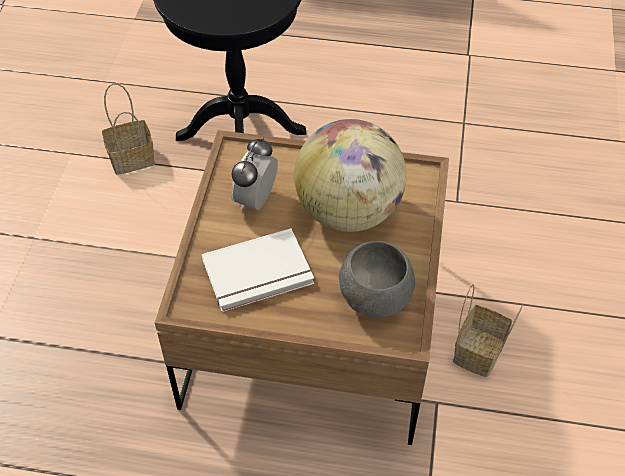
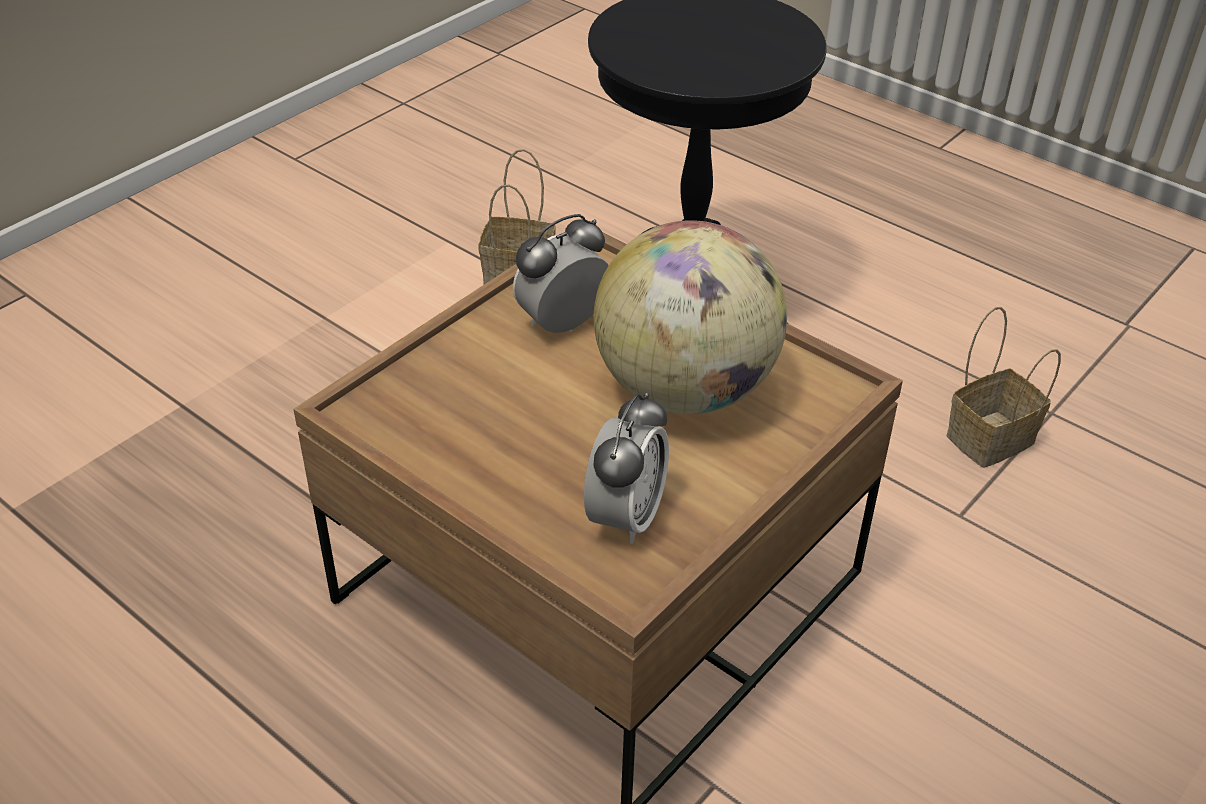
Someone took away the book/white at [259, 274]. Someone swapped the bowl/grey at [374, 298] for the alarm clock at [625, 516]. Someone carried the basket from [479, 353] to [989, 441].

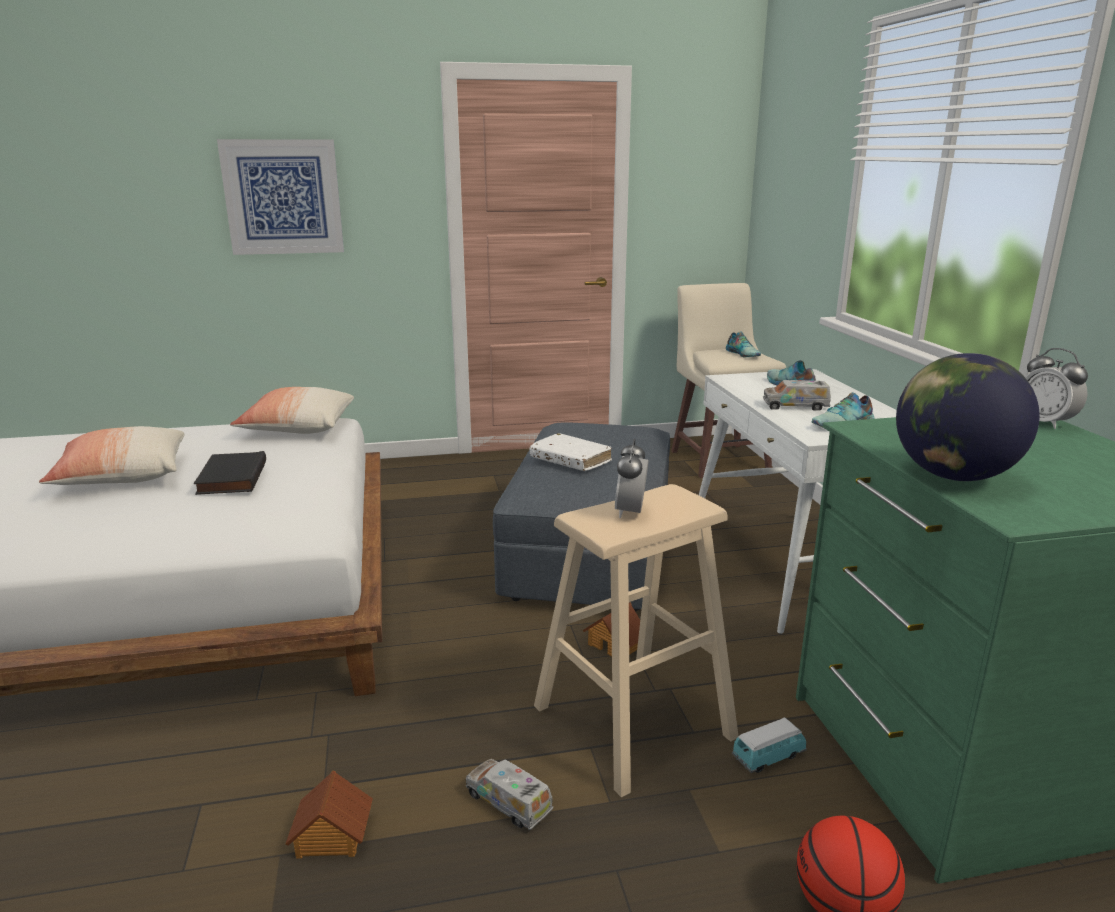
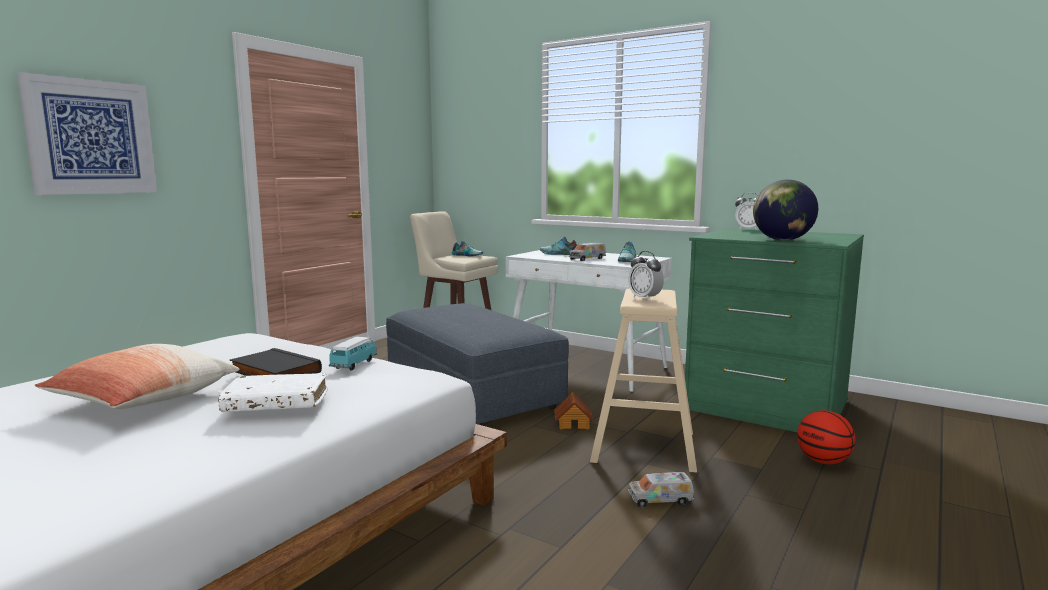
Someone took away the pillow at [298, 428]. Someone carried the book/white from [570, 460] to [276, 403]. Someone carried the toy car from [768, 757] to [354, 364]. Someone took away the toy house at [331, 836].

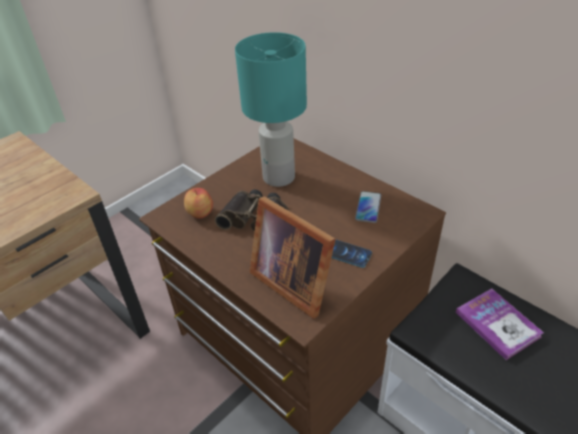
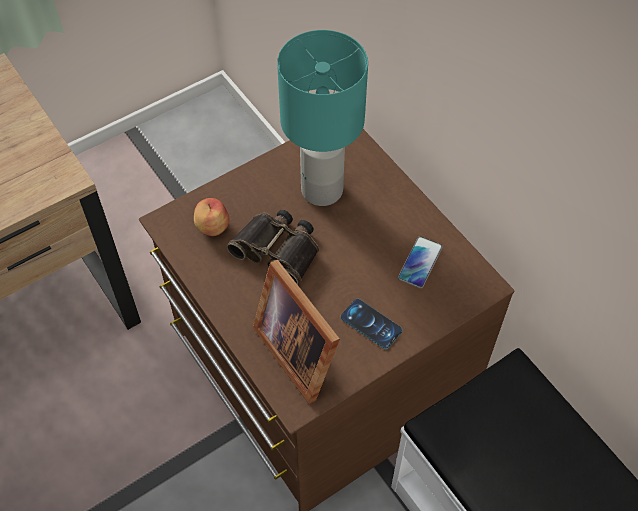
Someone took away the book at [497, 324].

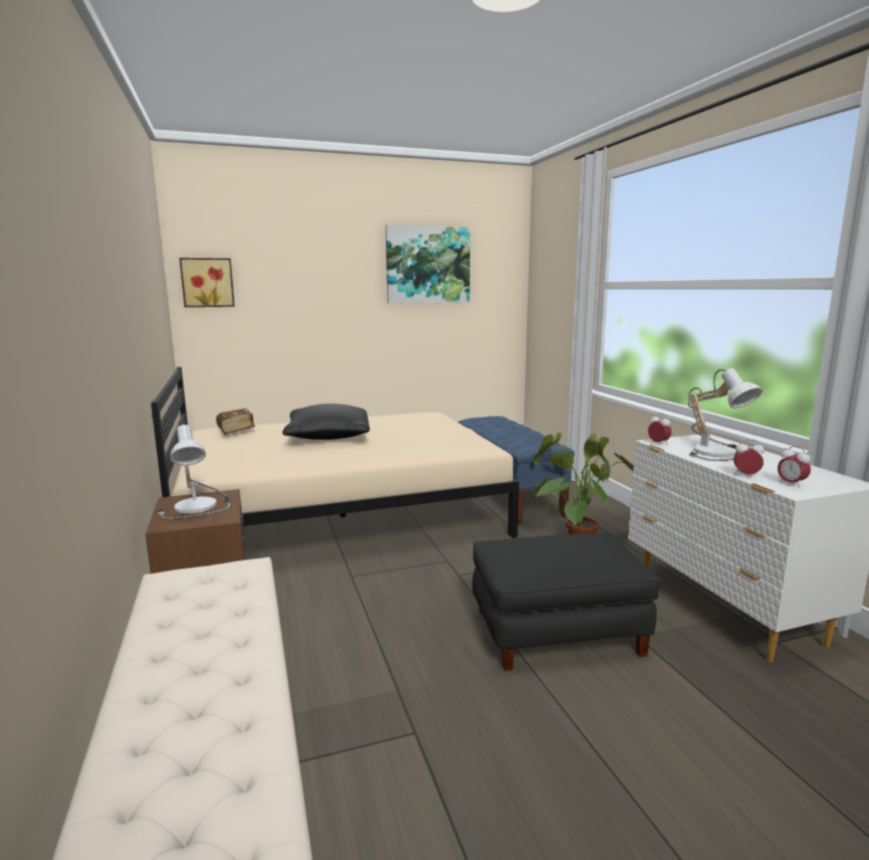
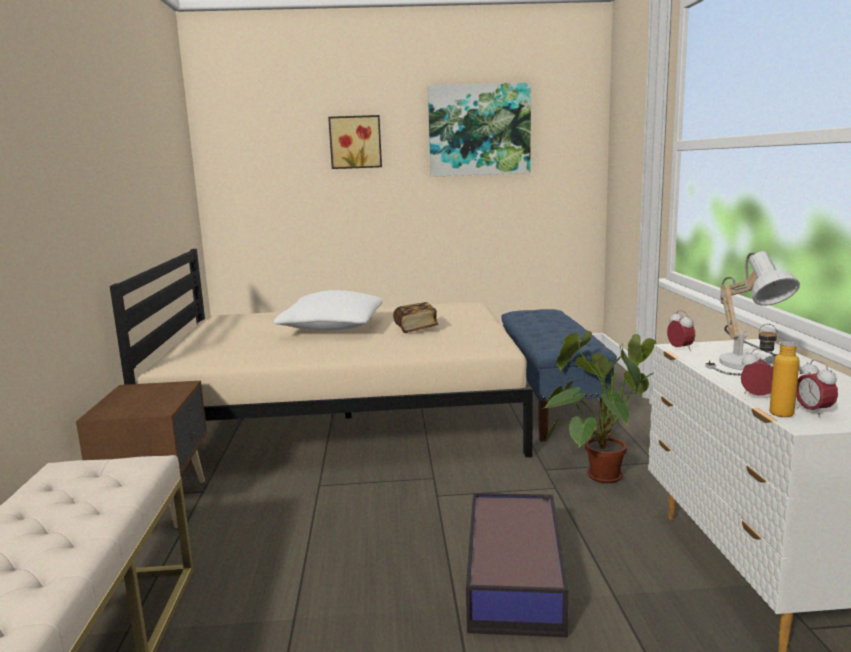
Someone carried the picture from [207, 282] to [355, 142]. Someone repainted the pillow/black at [328, 436], which became the pillow/white at [332, 327]. Someone carried the book from [236, 430] to [416, 328]. Someone took away the table lamp at [200, 506]. Someone swapped the ottoman/black at [557, 631] for the storage box at [515, 575]. Someone put down the bottle at [772, 411].

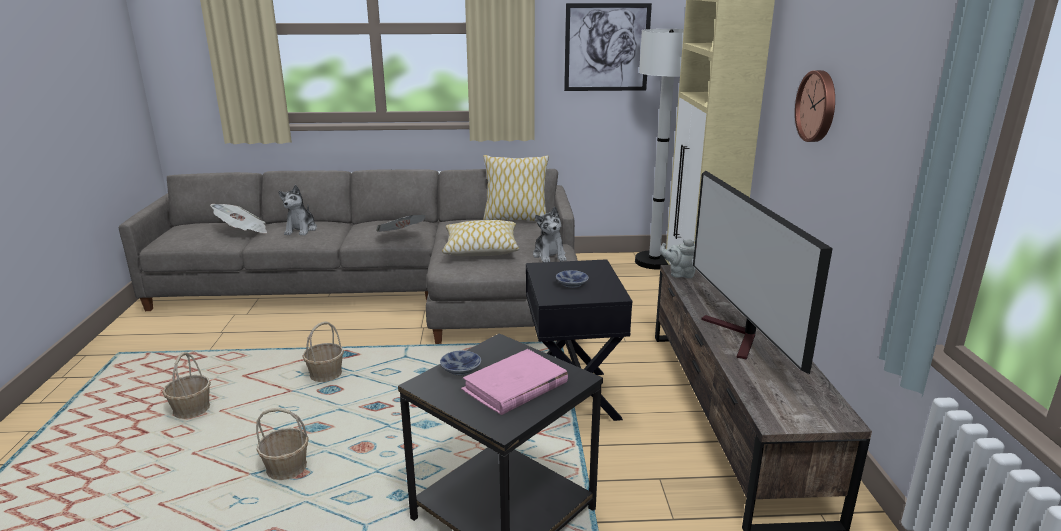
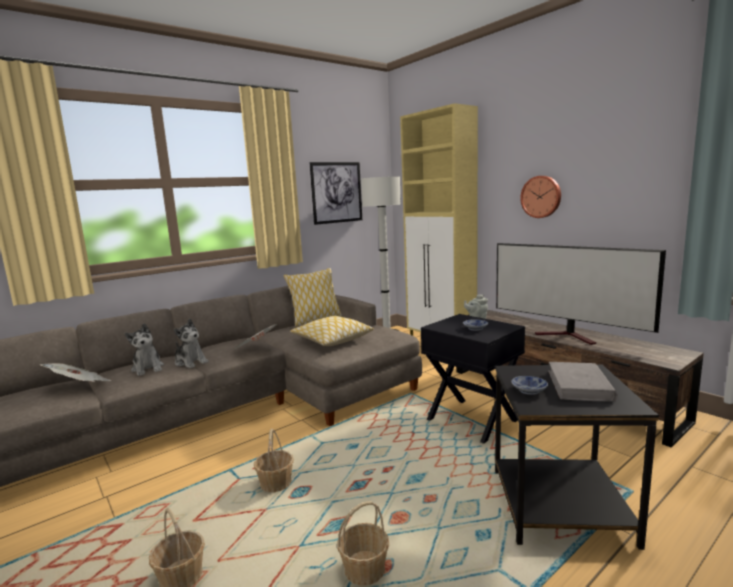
Someone carried the plush toy from [549, 255] to [191, 362]. Someone repainted the book/pink at [515, 386], which became the book/grey at [579, 385].

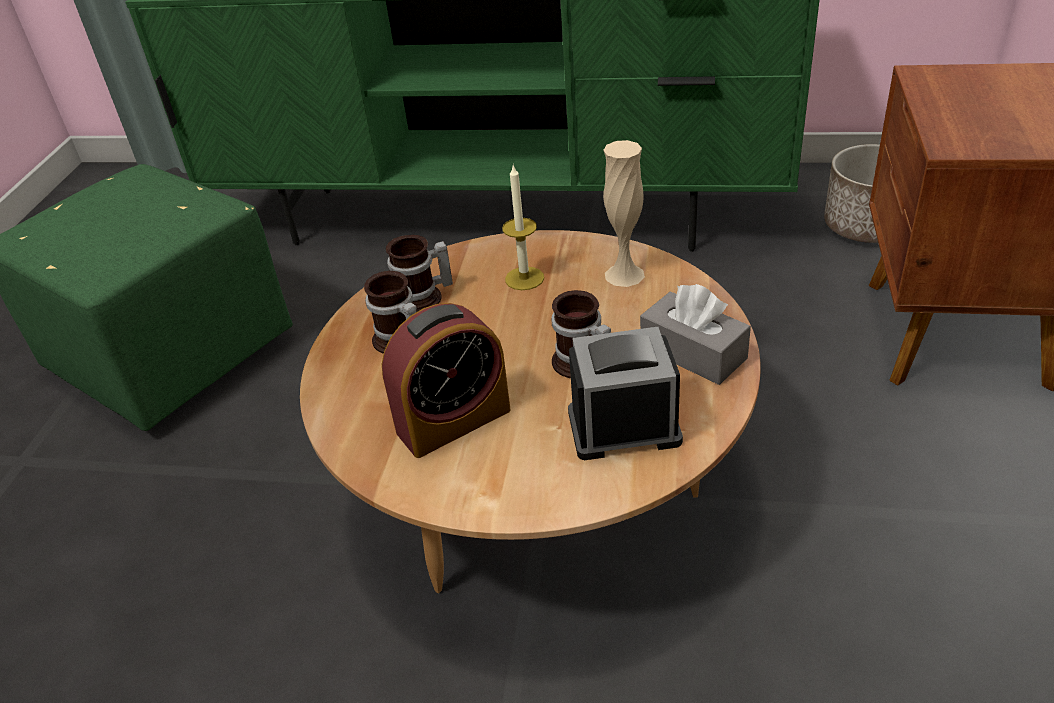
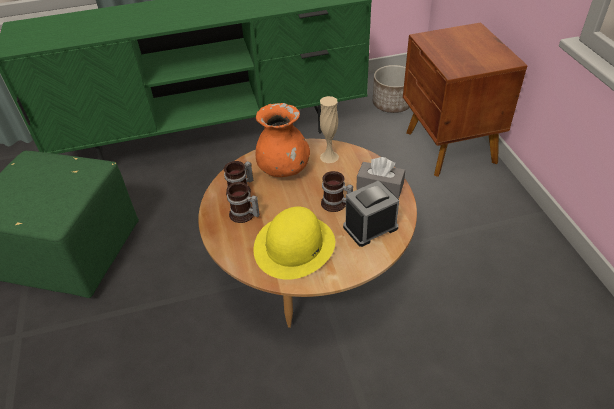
Someone swapped the candle at [524, 278] for the vase/orange at [284, 169]. Someone swapped the alarm clock at [453, 421] for the hat/yellow at [294, 245].

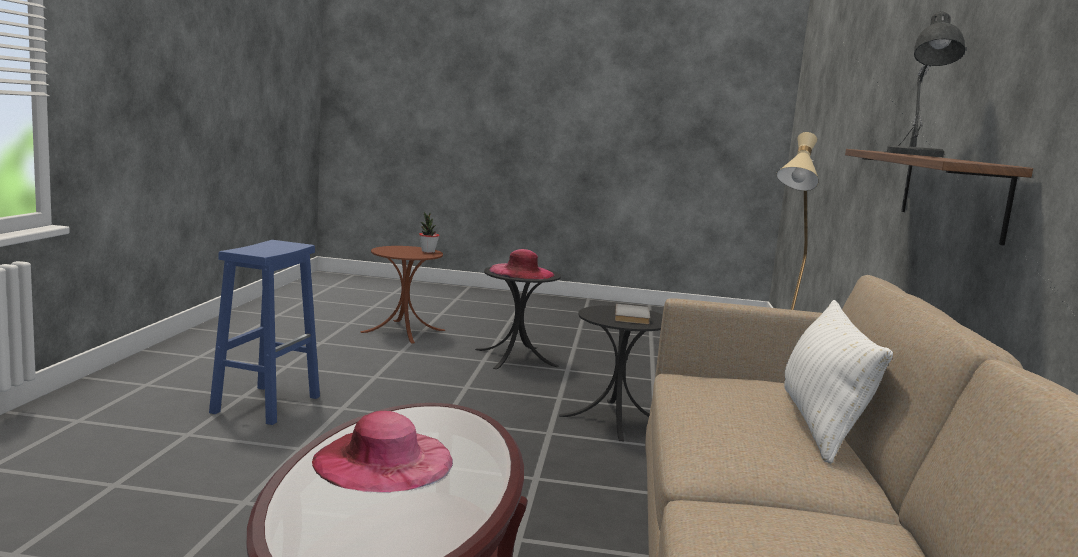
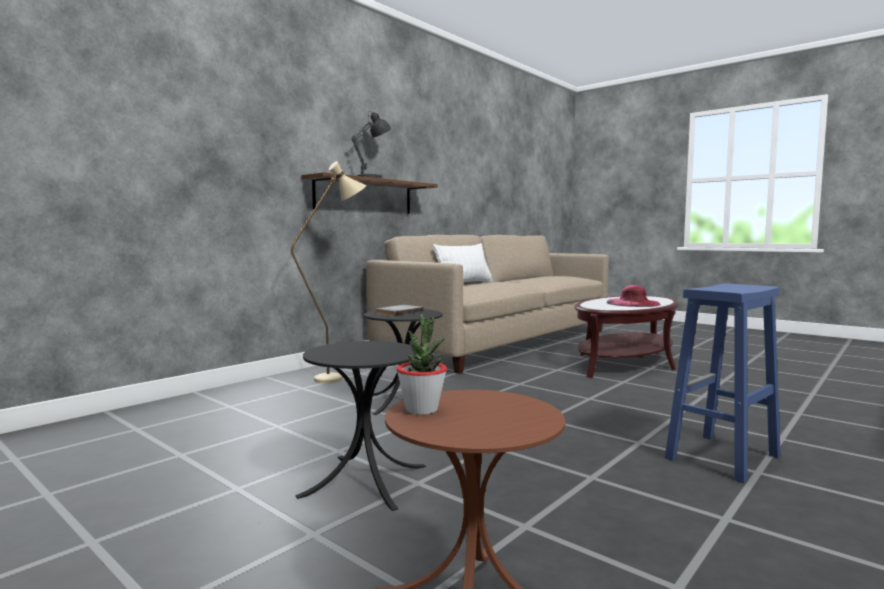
Someone took away the hat/pink at [522, 272].

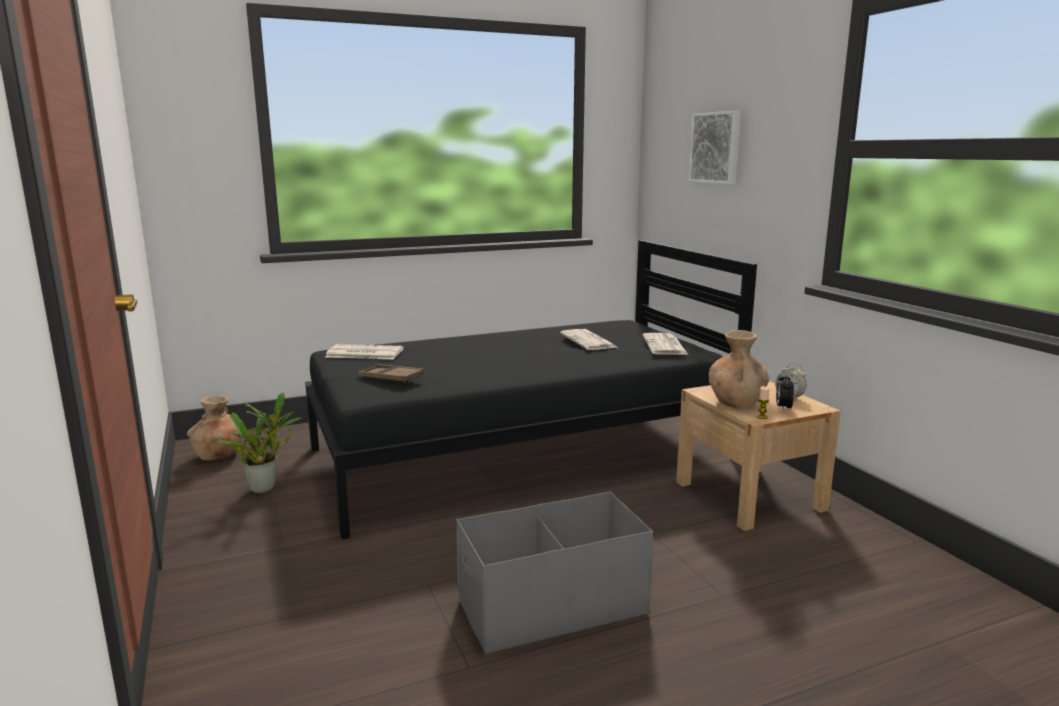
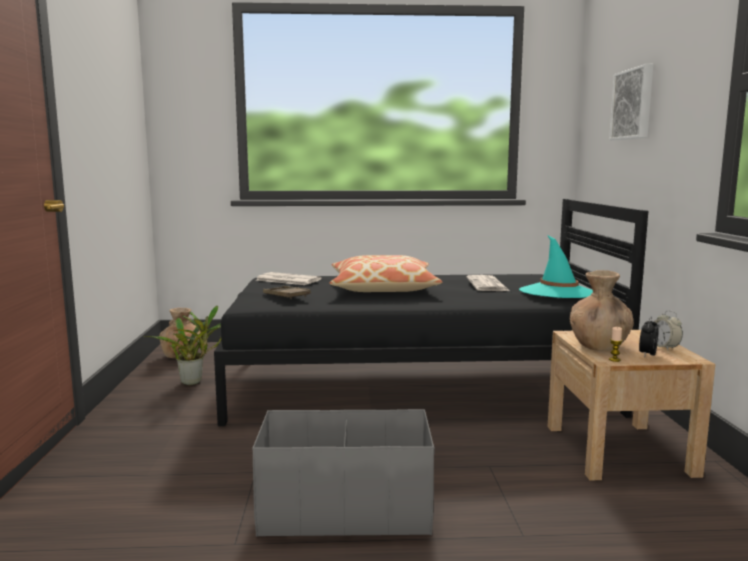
Someone swapped the newspaper at [665, 346] for the hat/turquoise at [558, 293]. Someone put down the pillow at [383, 288].

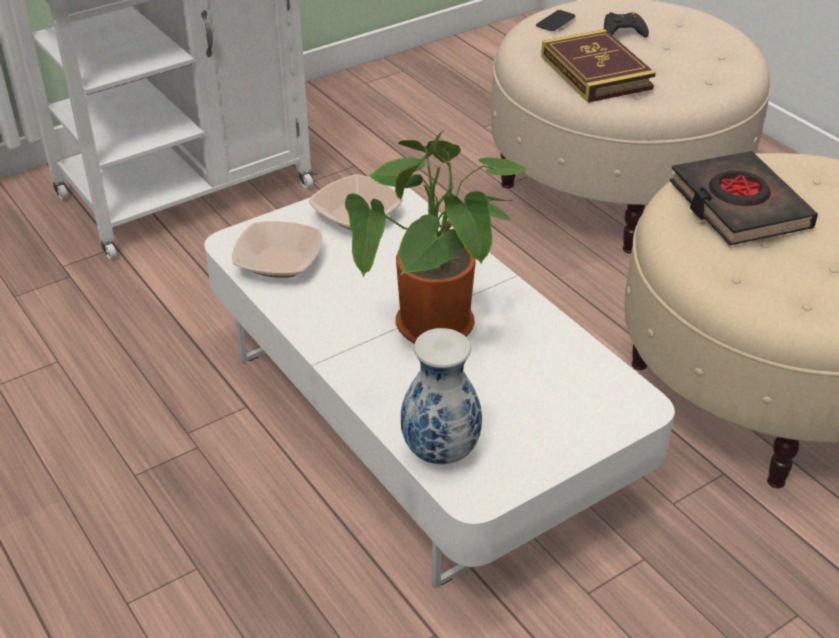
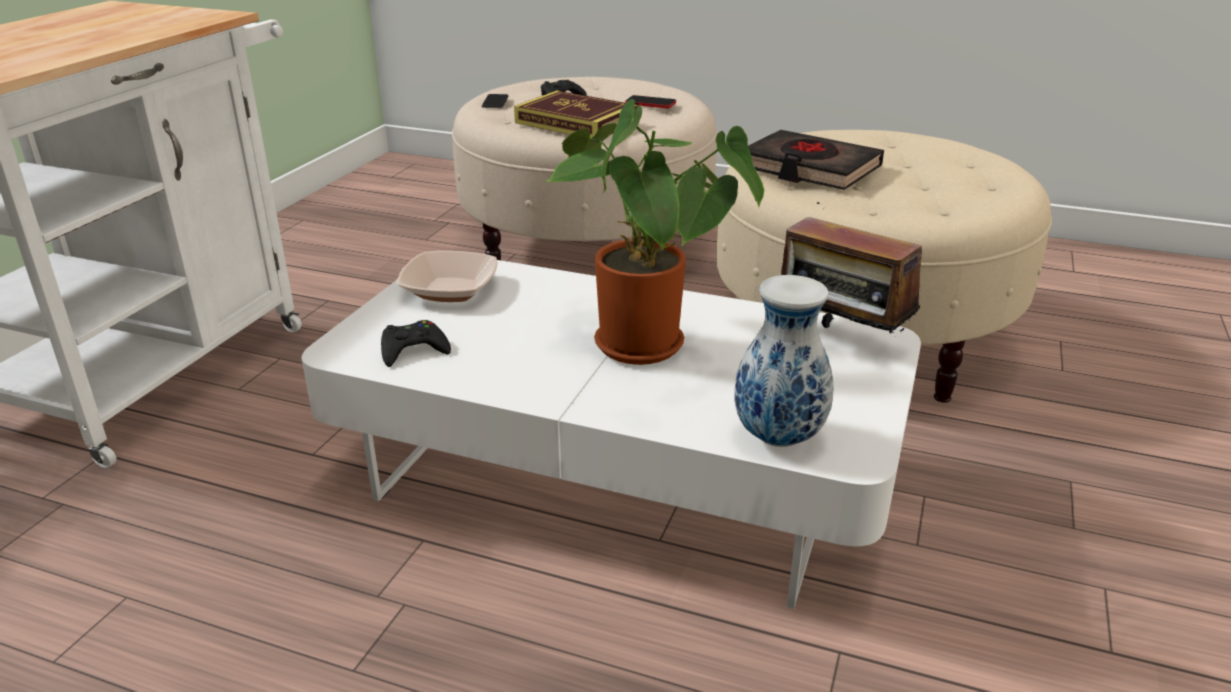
Someone swapped the bowl at [279, 262] for the game controller/black at [413, 350]. Someone put down the phone at [650, 103]. Someone put down the radio at [840, 338].

